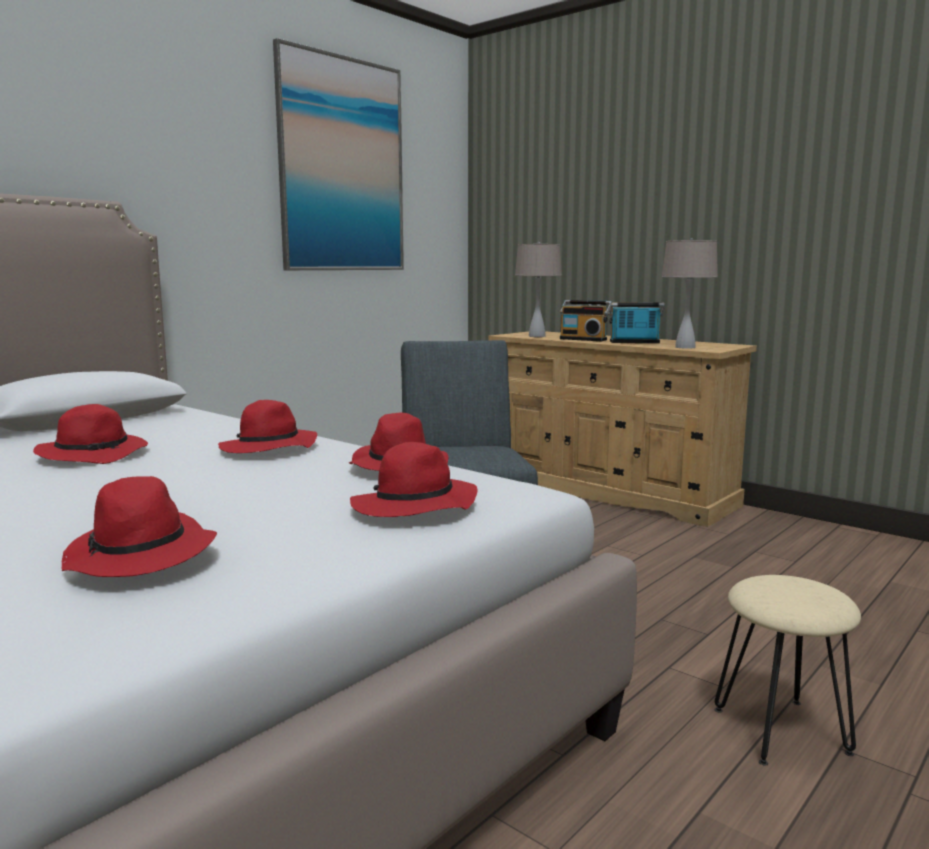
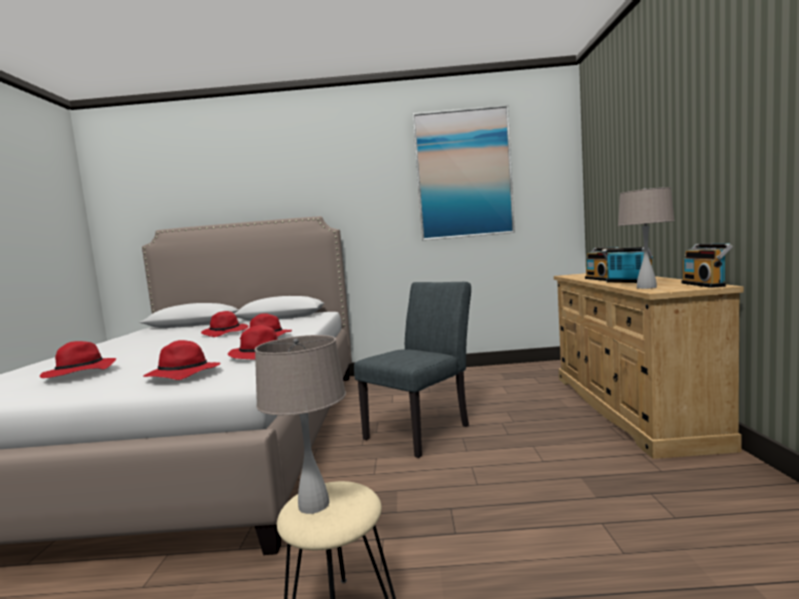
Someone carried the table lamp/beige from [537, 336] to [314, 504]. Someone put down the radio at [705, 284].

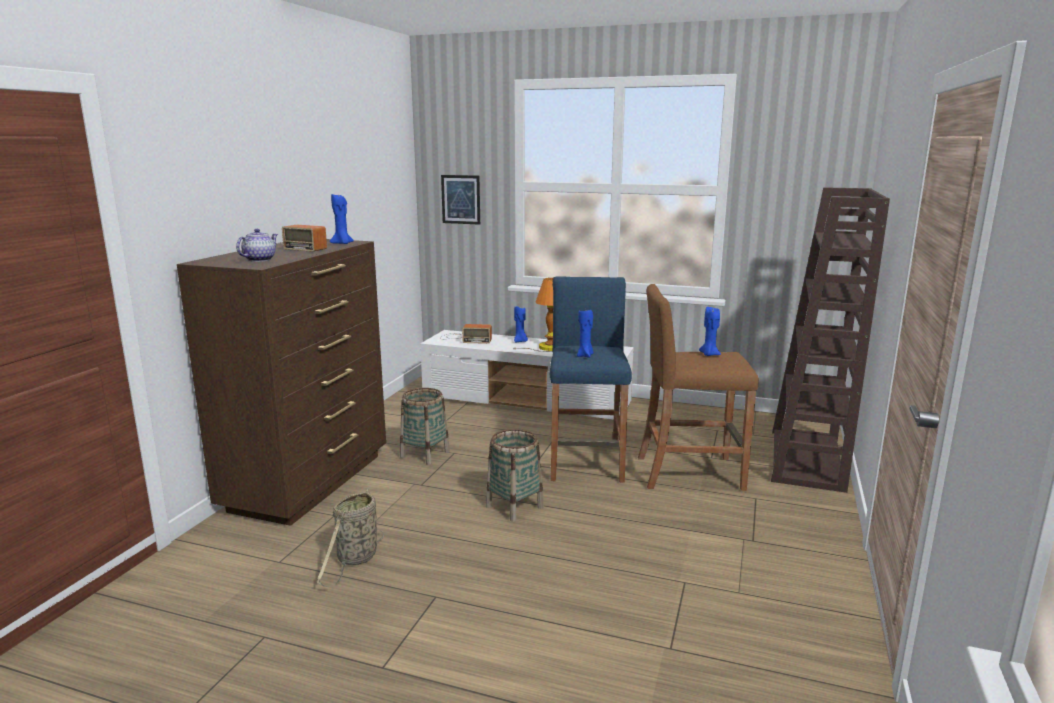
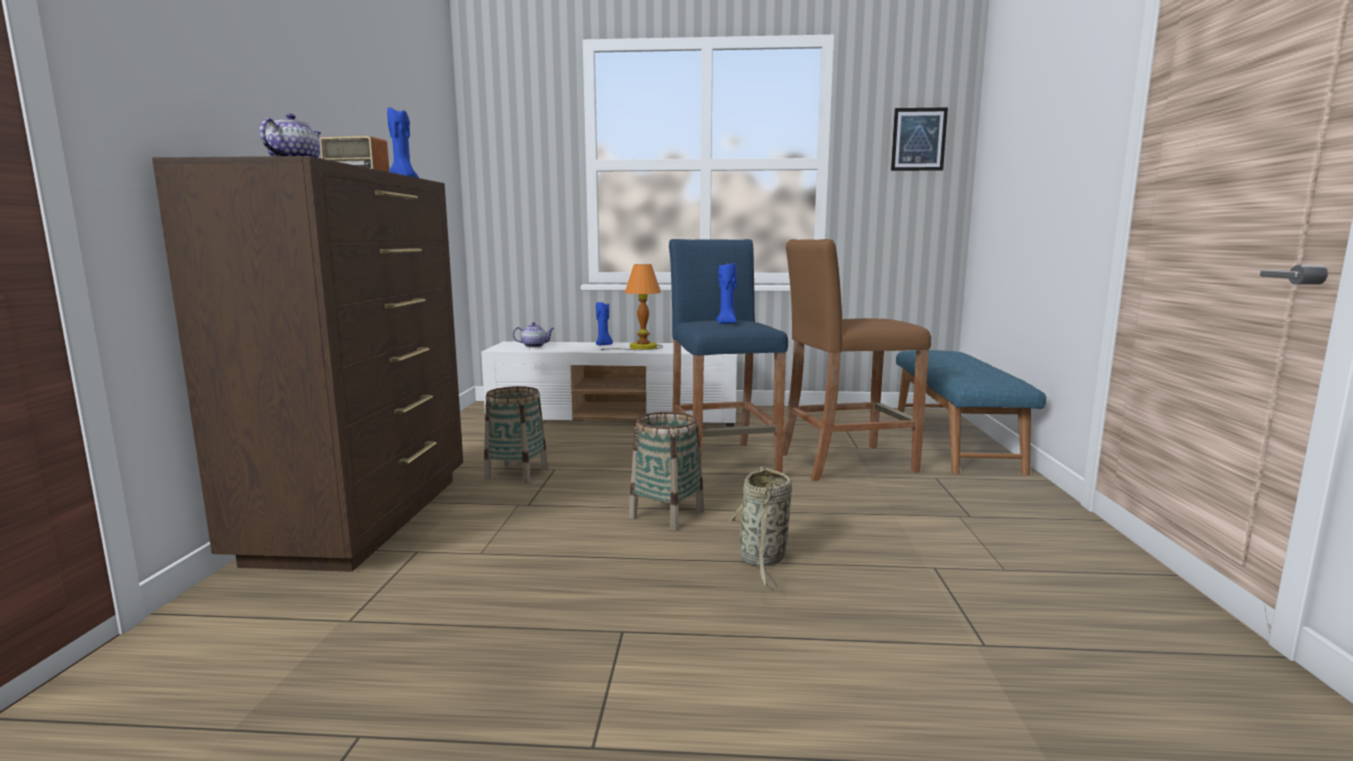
Someone carried the picture from [461, 199] to [918, 139]. Someone swapped the bookcase/brown at [807, 460] for the bench/blue at [955, 441]. Someone took away the candle/blue at [709, 354]. Someone swapped the radio at [464, 339] for the teapot at [534, 346]. Someone carried the basket from [356, 559] to [762, 560].

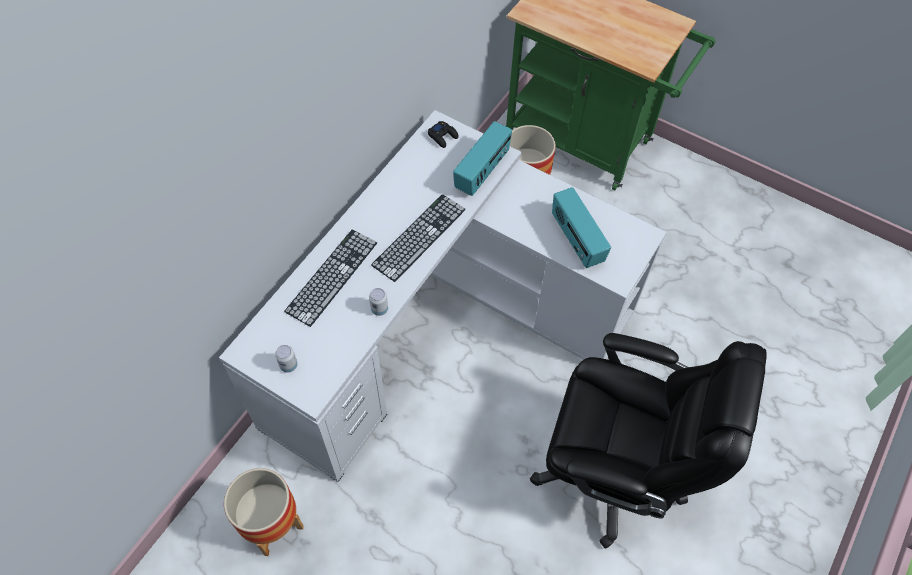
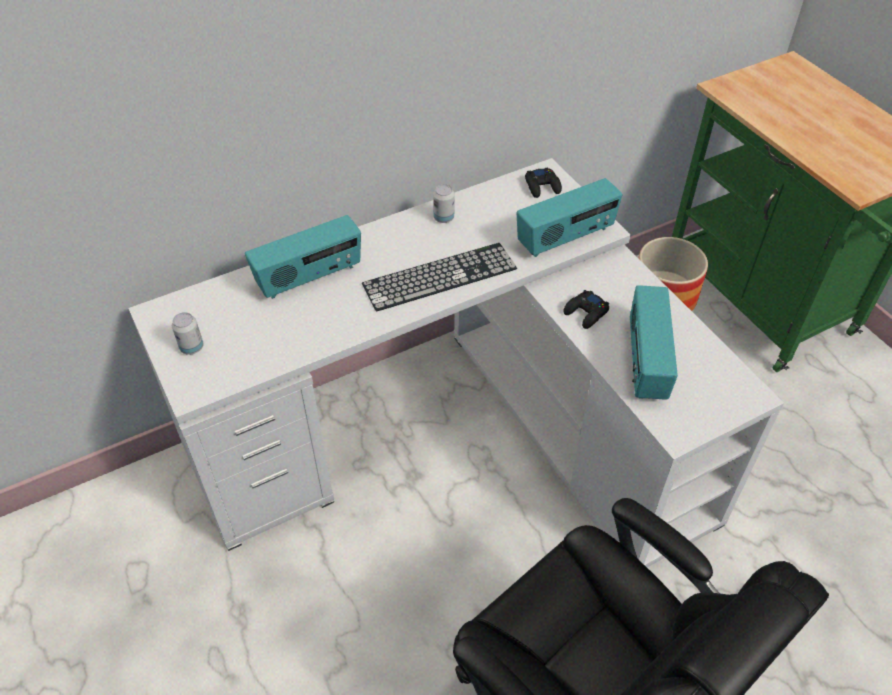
Someone swapped the keyboard at [332, 276] for the radio at [309, 278]. Someone carried the can from [379, 309] to [443, 218]. Someone took away the planter at [272, 524]. Someone put down the game controller/black at [586, 313].

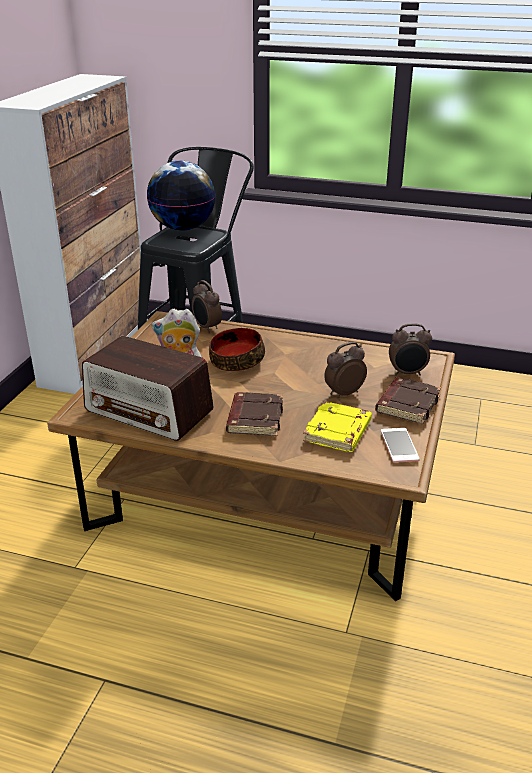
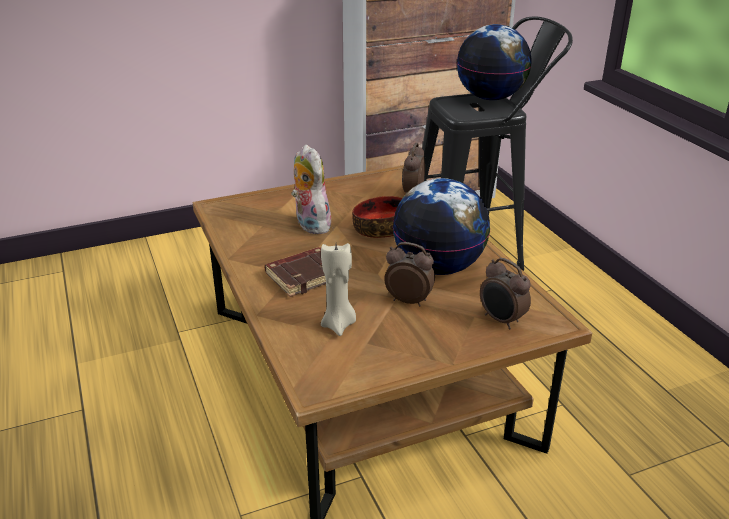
Someone took away the radio at [149, 411]. Someone took away the book/brown at [407, 404]. Someone swapped the book/yellow at [338, 432] for the candle/beige at [339, 325]. Someone took away the phone at [399, 445]. Someone put down the globe at [439, 267].

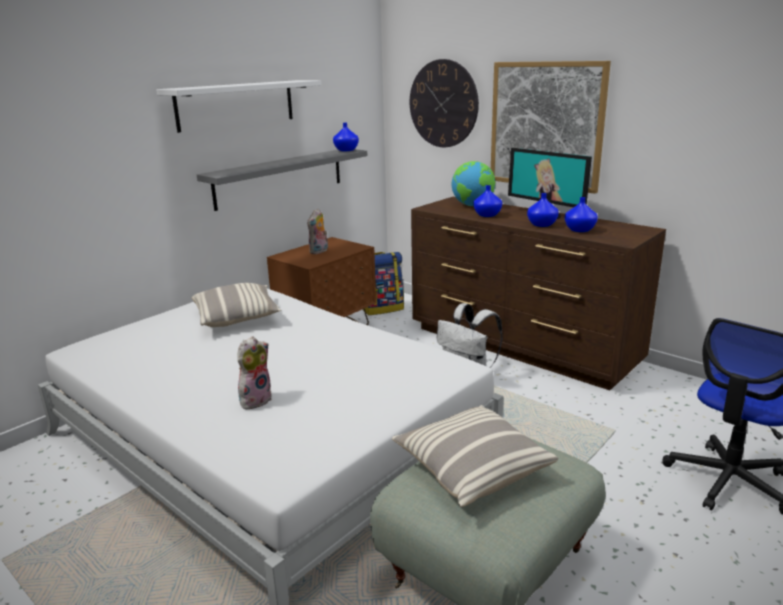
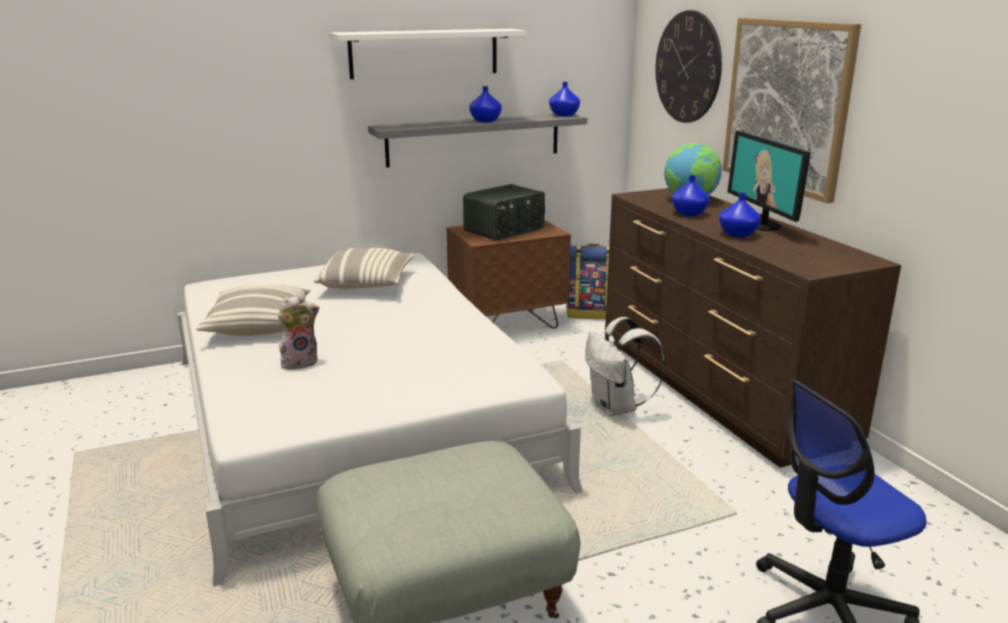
Someone carried the vase/blue from [580, 230] to [485, 121]. Someone swapped the plush toy at [319, 251] for the radio at [505, 230]. Someone carried the pillow from [471, 468] to [259, 325].

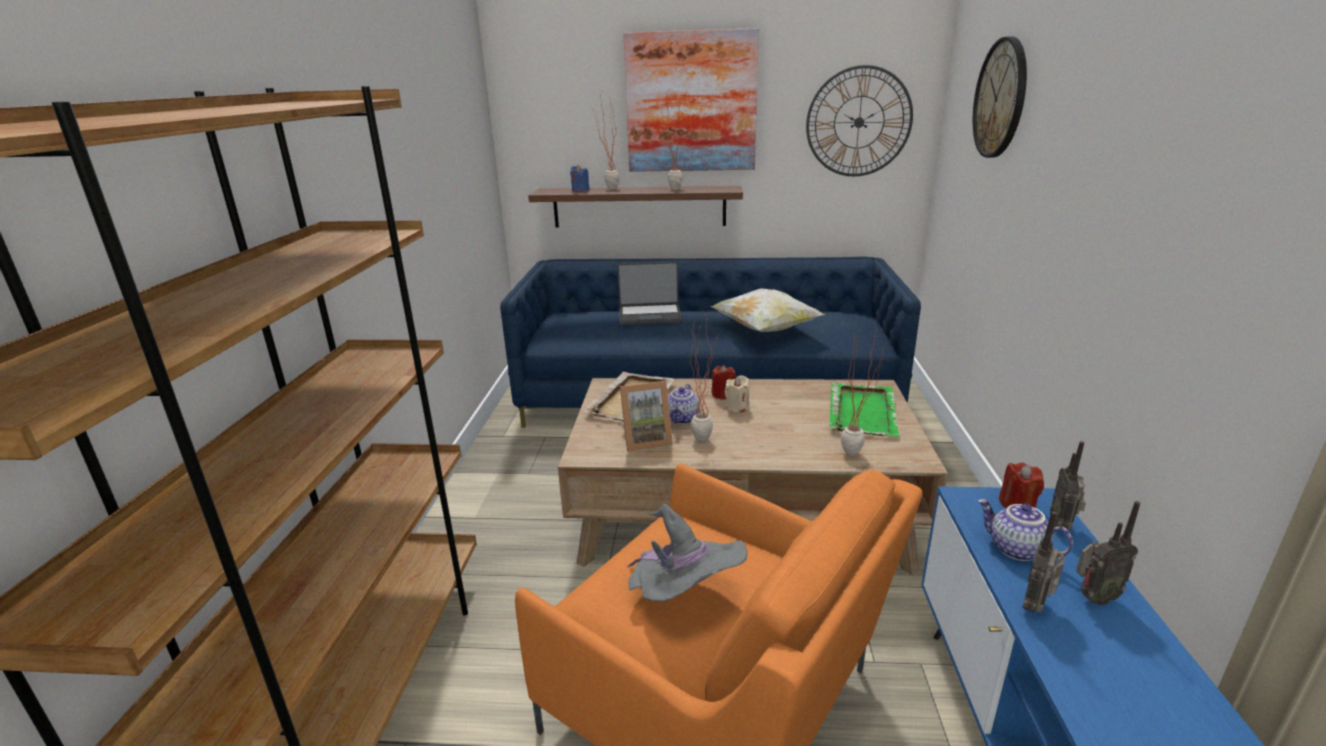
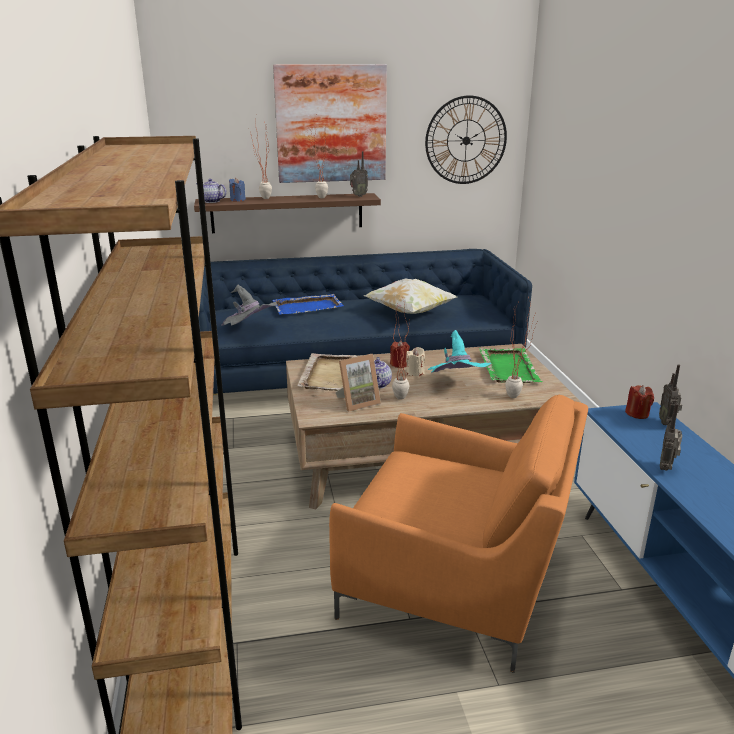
Someone took away the wall clock at [1000, 98]. Someone swapped the laptop at [650, 315] for the tray/blue at [308, 306]. Someone carried the teapot from [1016, 550] to [211, 201]. Someone carried the radio from [1093, 598] to [358, 196]. Someone carried the hat/grey from [684, 596] to [250, 330]. Someone put down the hat/turquoise at [456, 385].

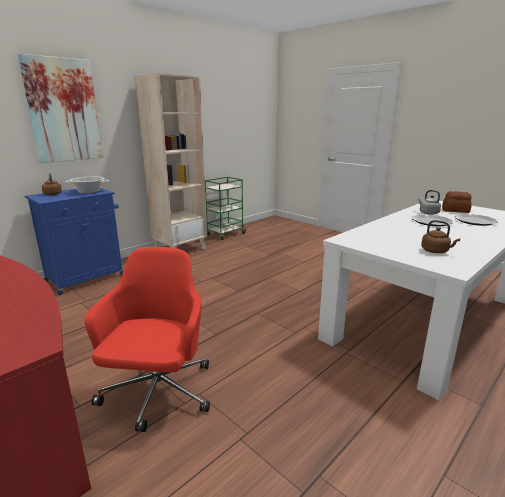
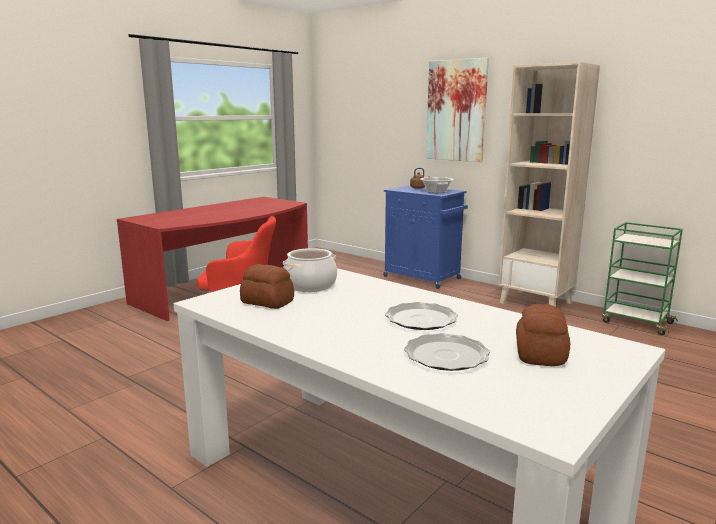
Someone took away the kettle/grey at [427, 213]. Someone swapped the kettle/brown at [436, 251] for the bread at [267, 302]. Someone put down the cooking pot at [310, 285].

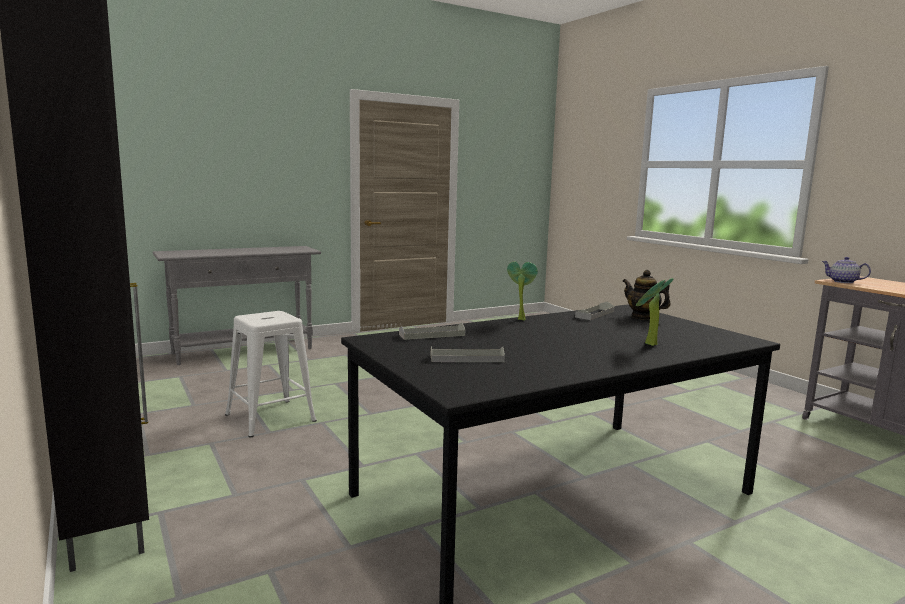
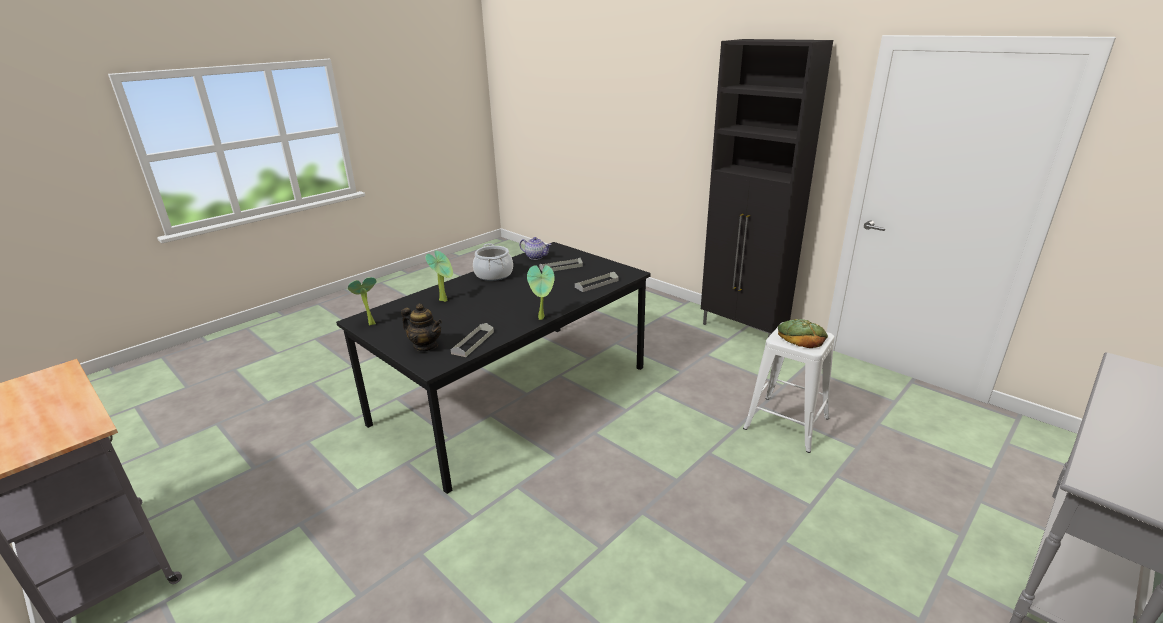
Someone carried the teapot from [842, 282] to [536, 257]. Someone put down the cooking pot at [494, 274]. Someone put down the potted plant at [369, 323]. Someone put down the bread at [801, 336].

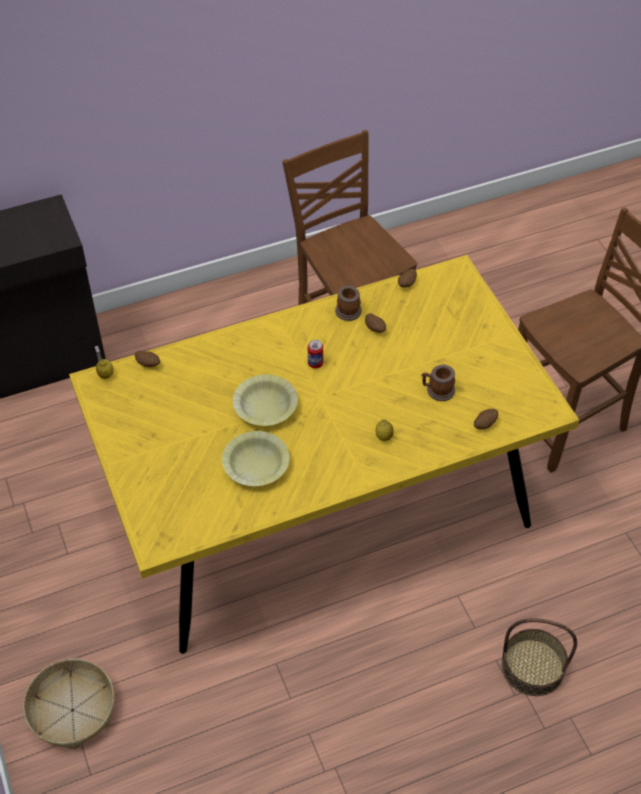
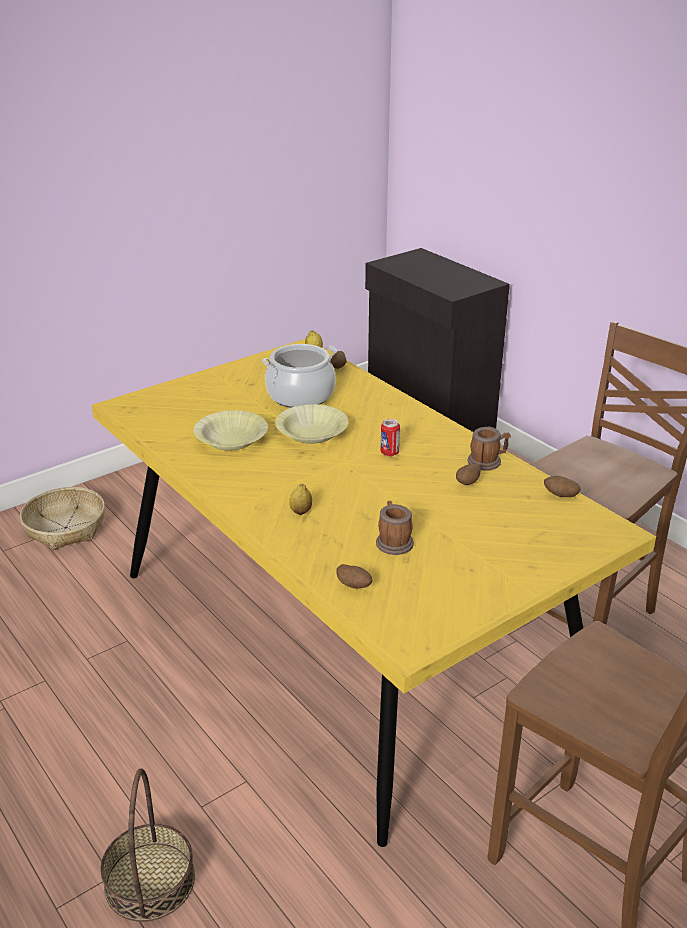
Someone put down the cooking pot at [300, 395].

